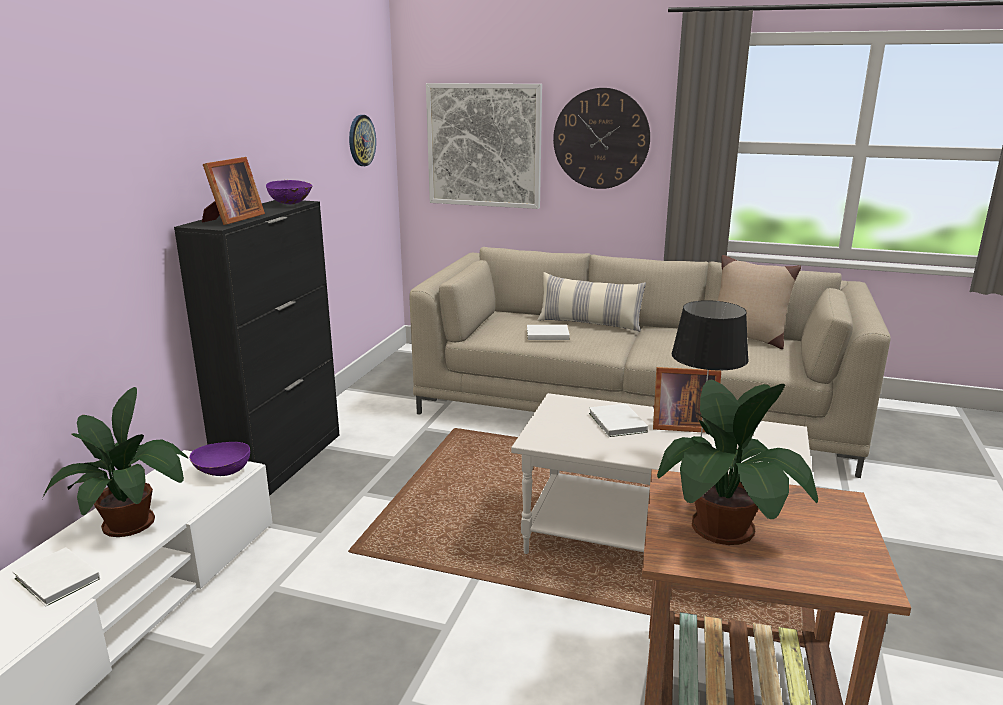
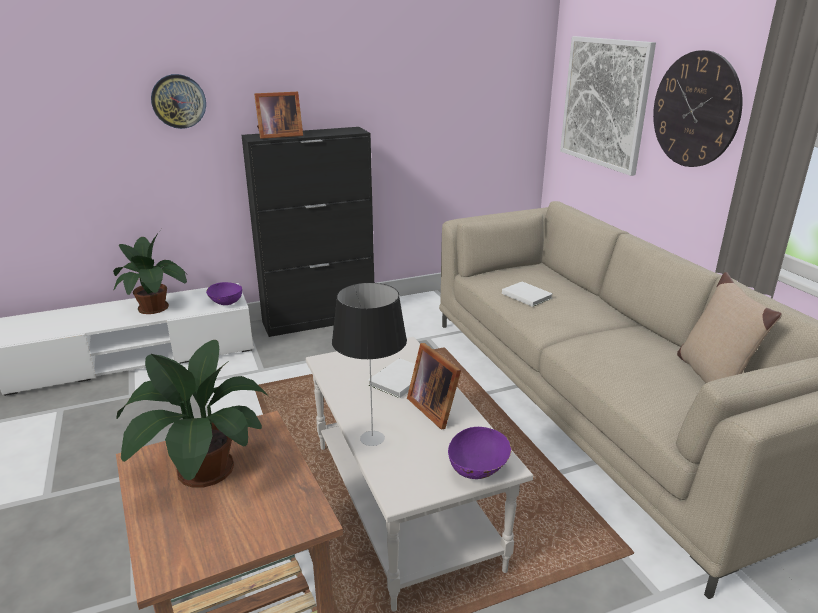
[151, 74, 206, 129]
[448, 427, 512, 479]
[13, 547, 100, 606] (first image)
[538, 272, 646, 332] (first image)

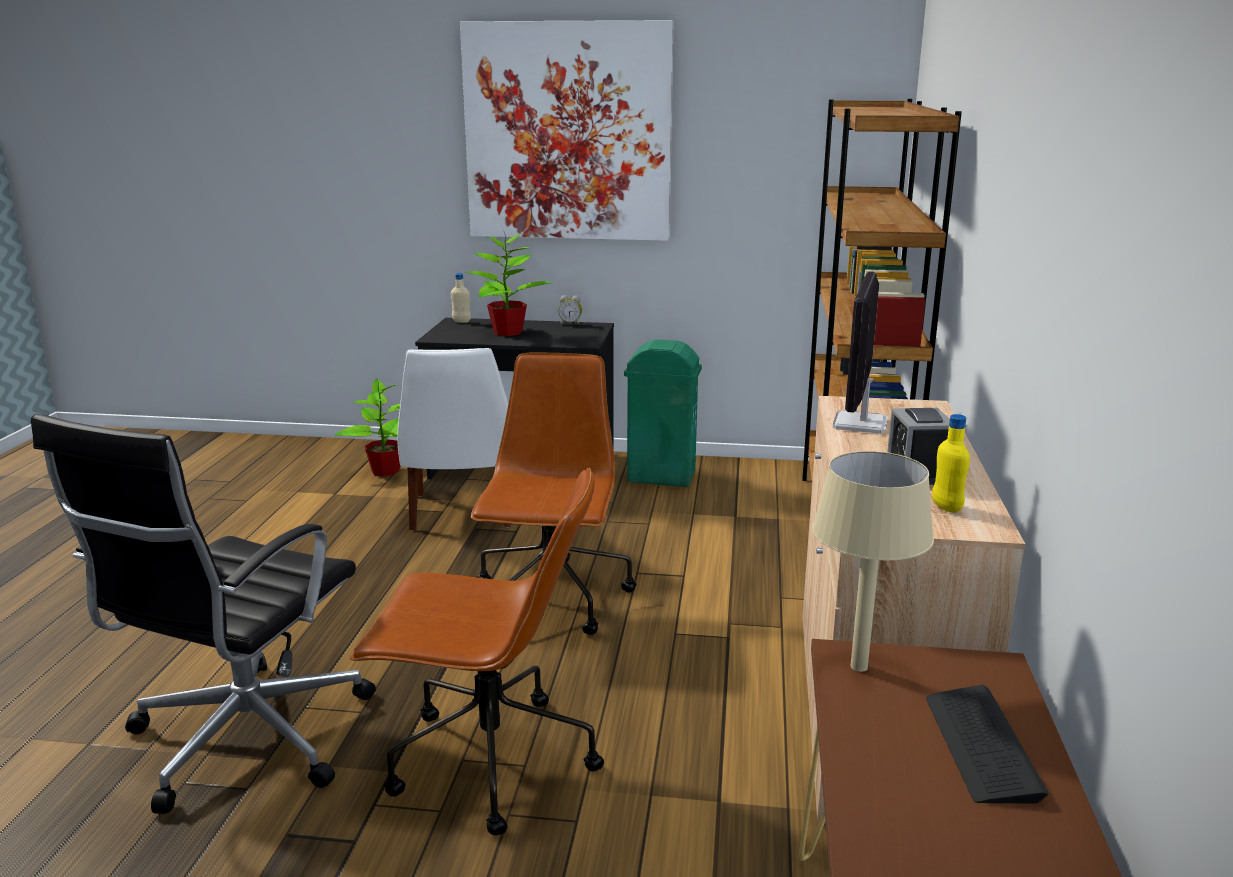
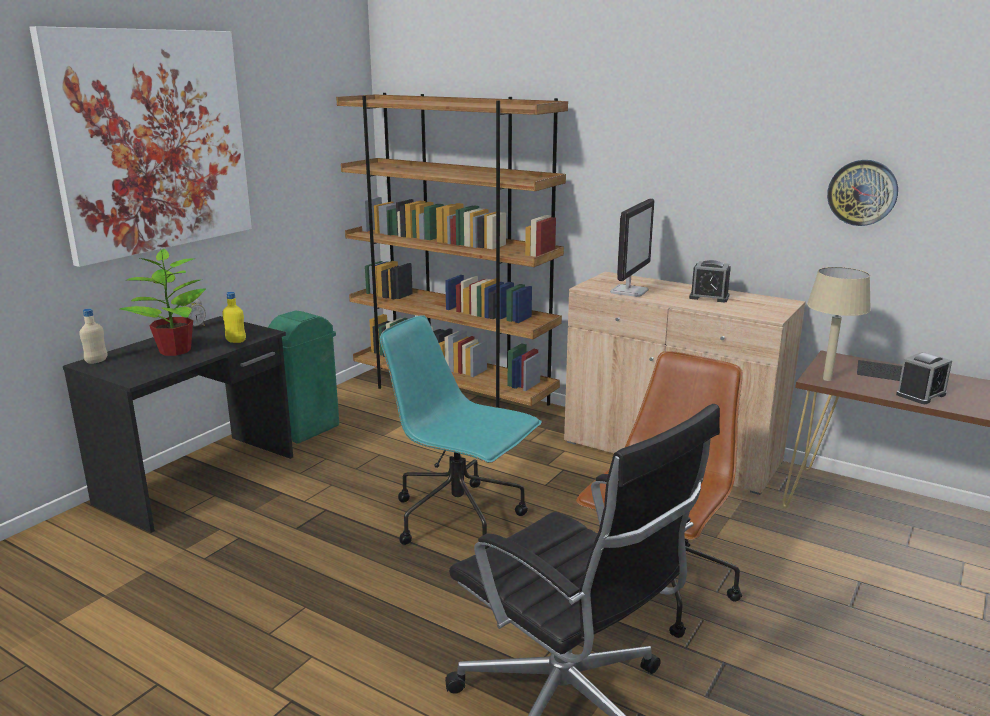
[222, 292, 246, 343]
[380, 315, 542, 549]
[610, 198, 655, 297]
[827, 160, 898, 226]
[896, 352, 952, 404]
[335, 379, 400, 477] (first image)
[397, 348, 510, 531] (first image)

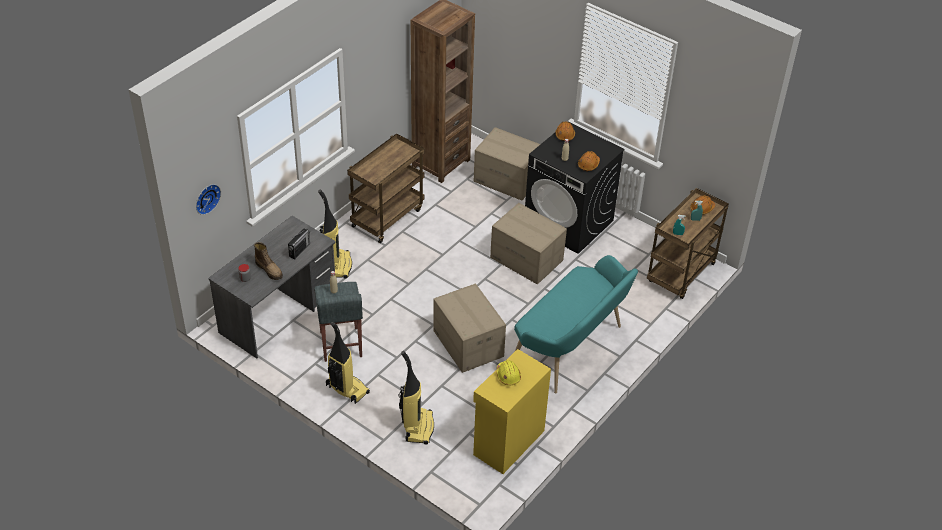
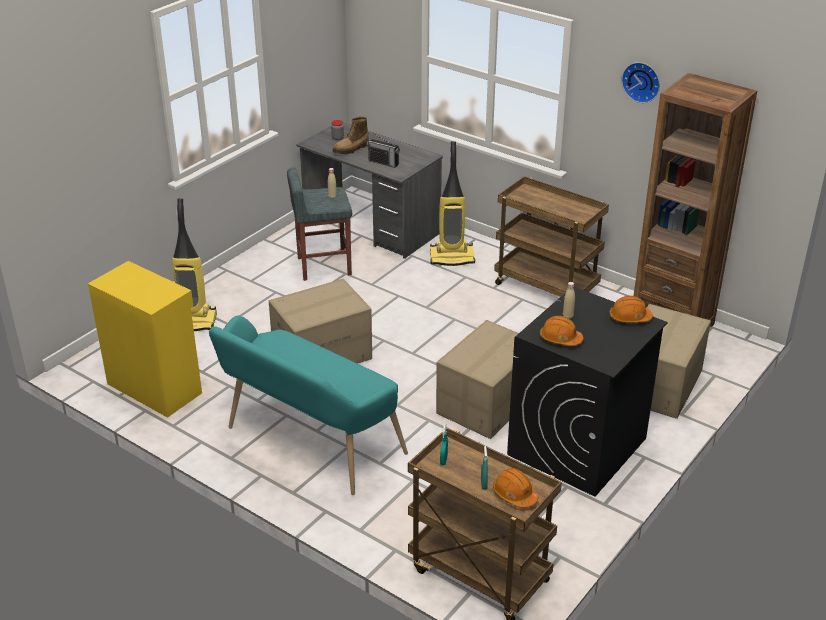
[622, 62, 660, 103]
[326, 322, 370, 404] (first image)
[497, 360, 521, 386] (first image)

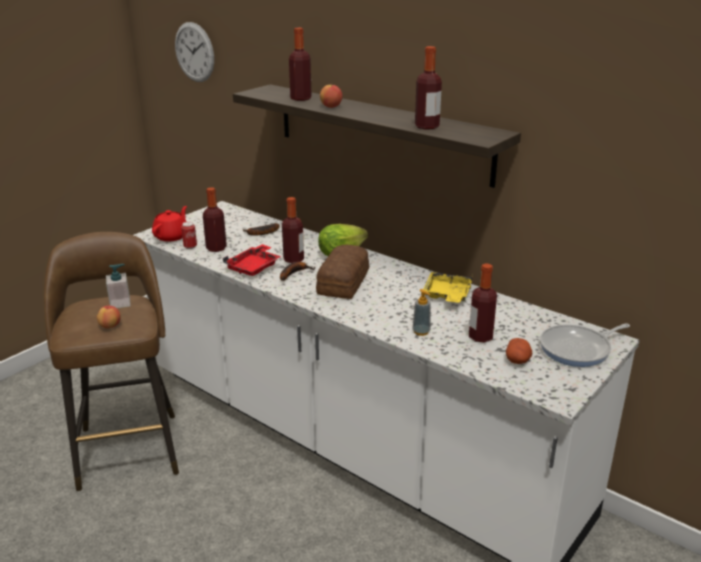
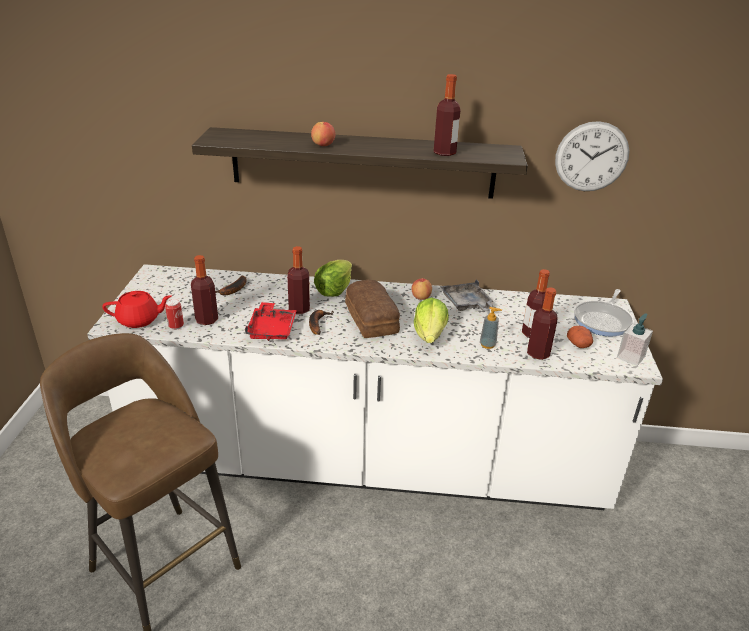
[102, 291, 171, 328]
[411, 279, 432, 300]
[414, 297, 449, 343]
[440, 279, 494, 311]
[527, 287, 557, 360]
[555, 121, 630, 191]
[617, 313, 653, 366]

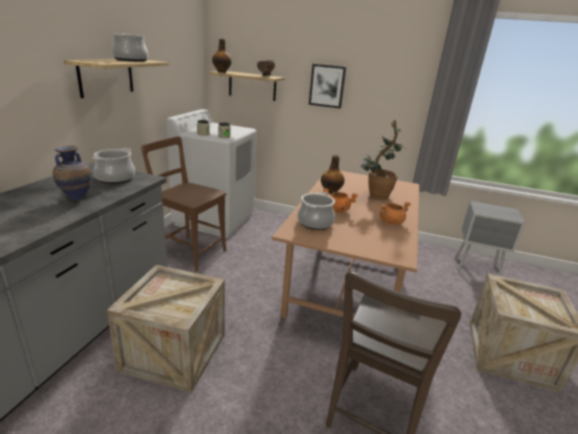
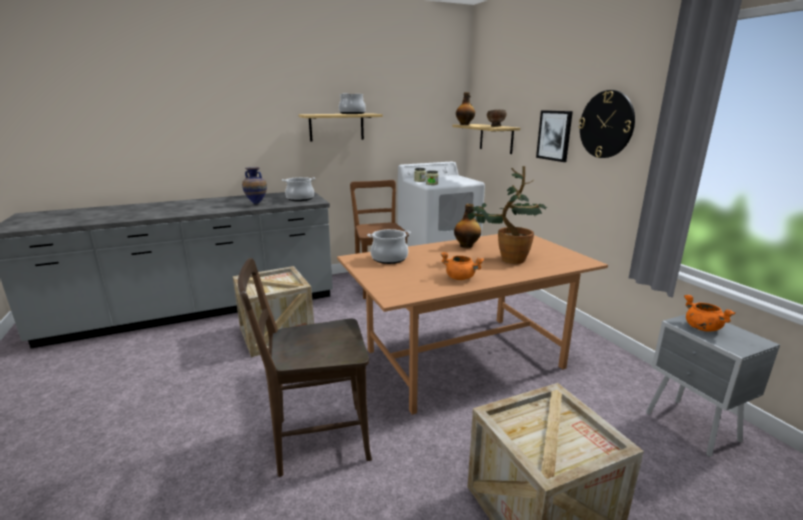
[579, 90, 635, 158]
[684, 295, 736, 331]

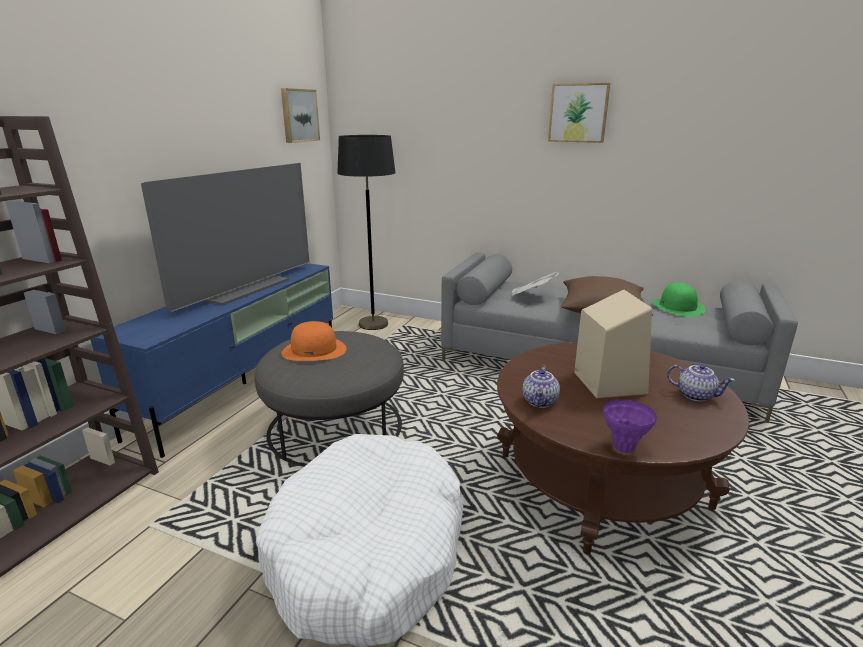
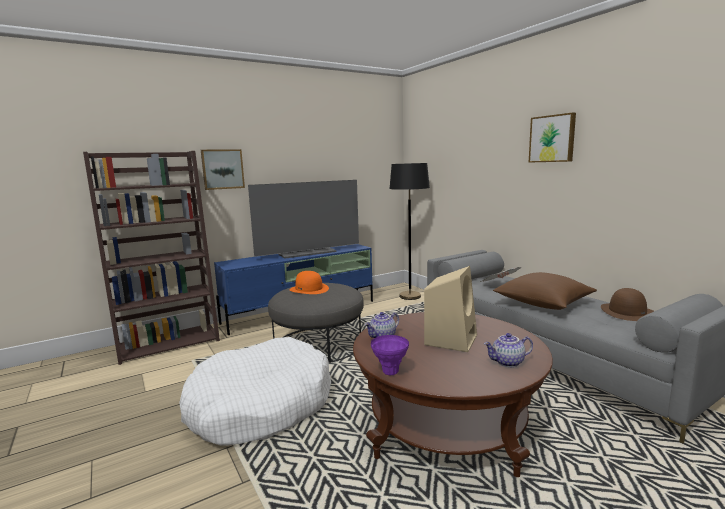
[201, 149, 245, 190]
[484, 333, 533, 367]
[601, 288, 654, 321]

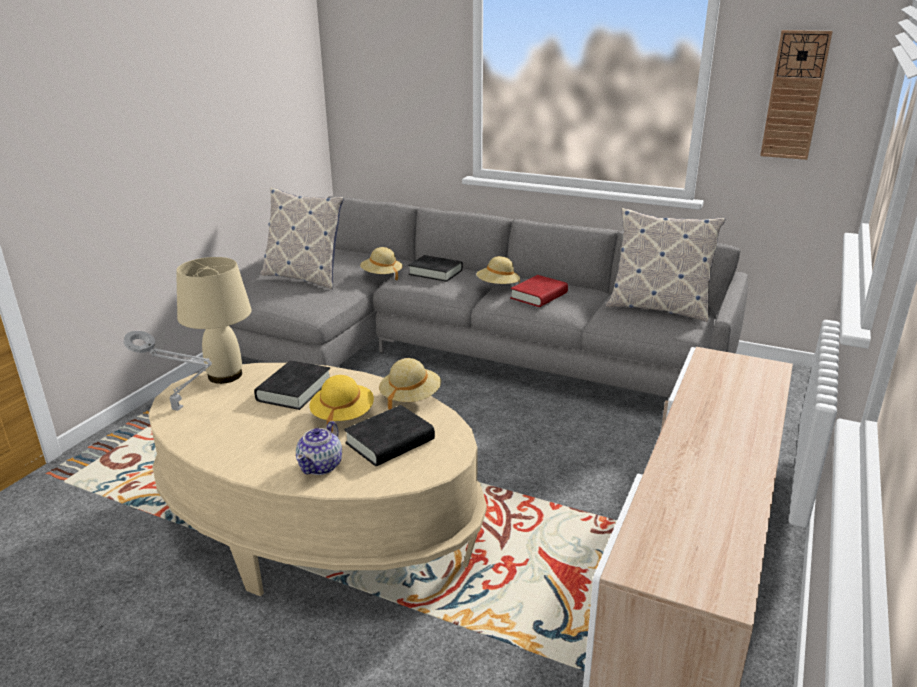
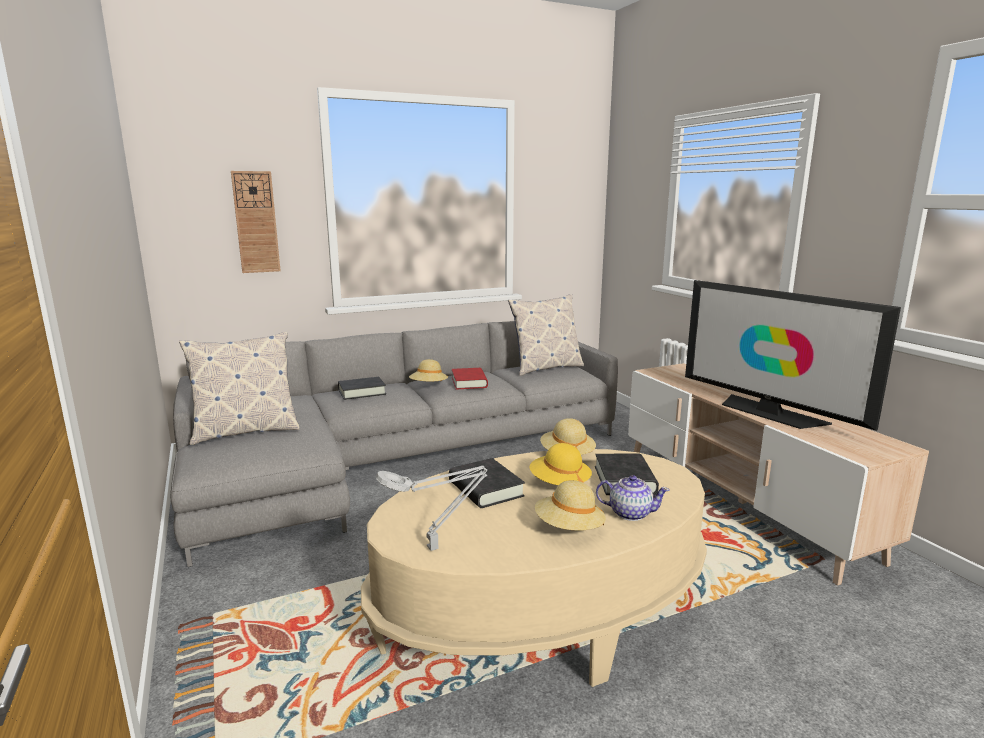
[231, 171, 281, 273]
[535, 480, 606, 531]
[596, 475, 670, 521]
[685, 280, 901, 431]
[176, 257, 252, 384] (first image)

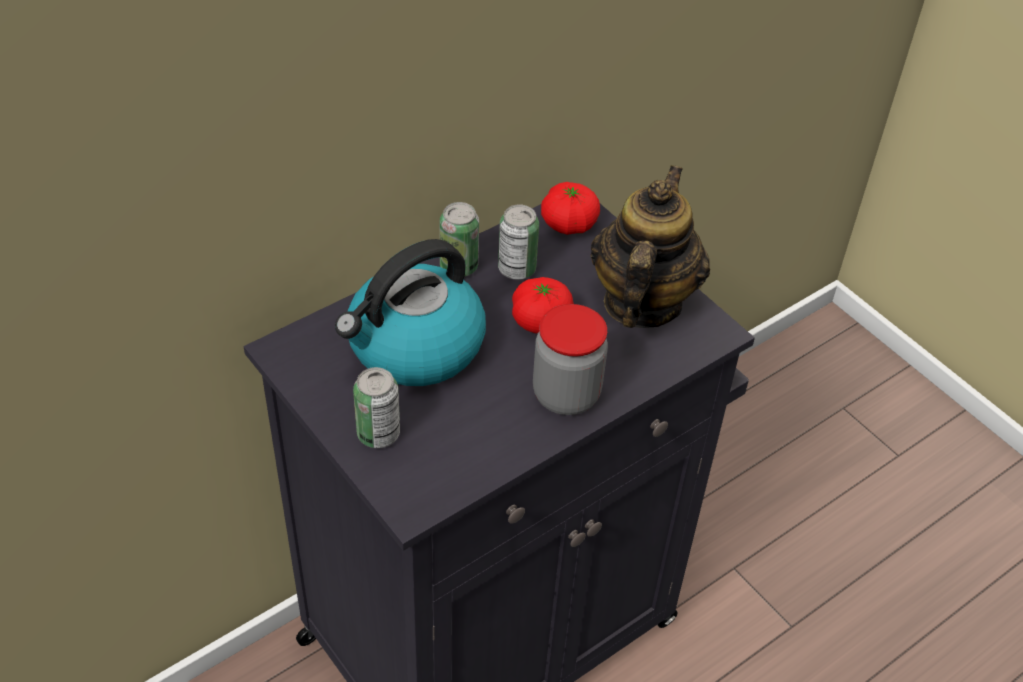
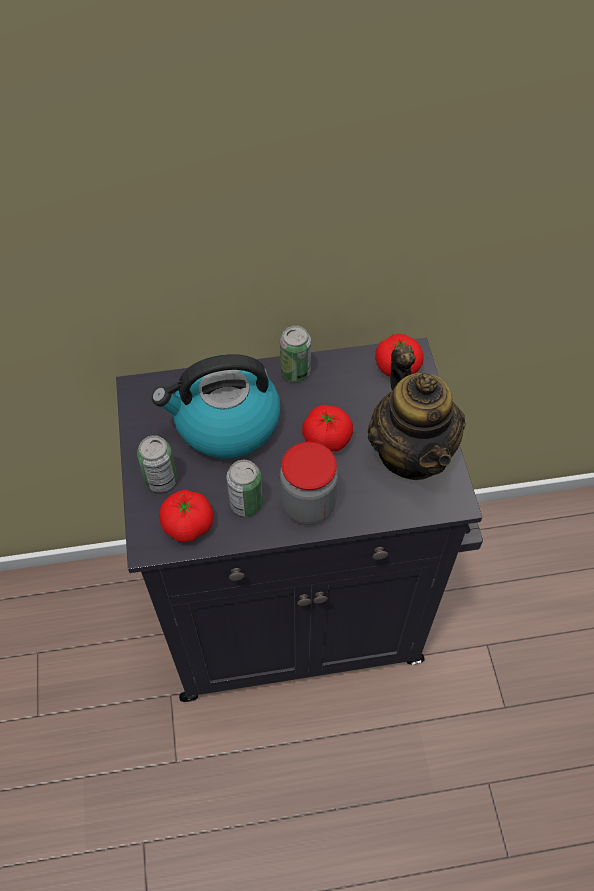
[159, 490, 214, 542]
[226, 460, 263, 517]
[368, 345, 466, 480]

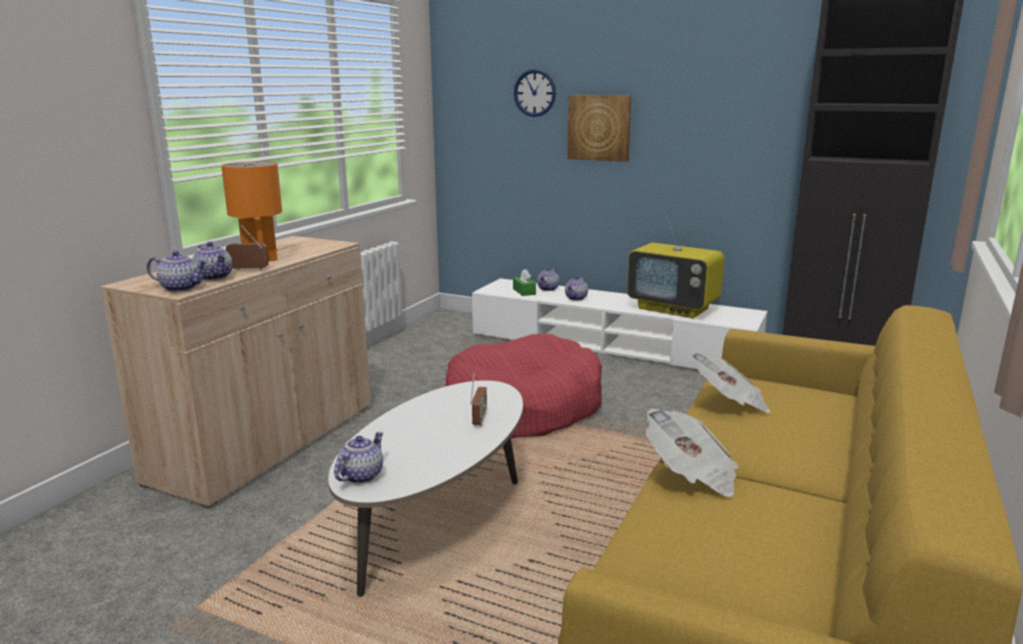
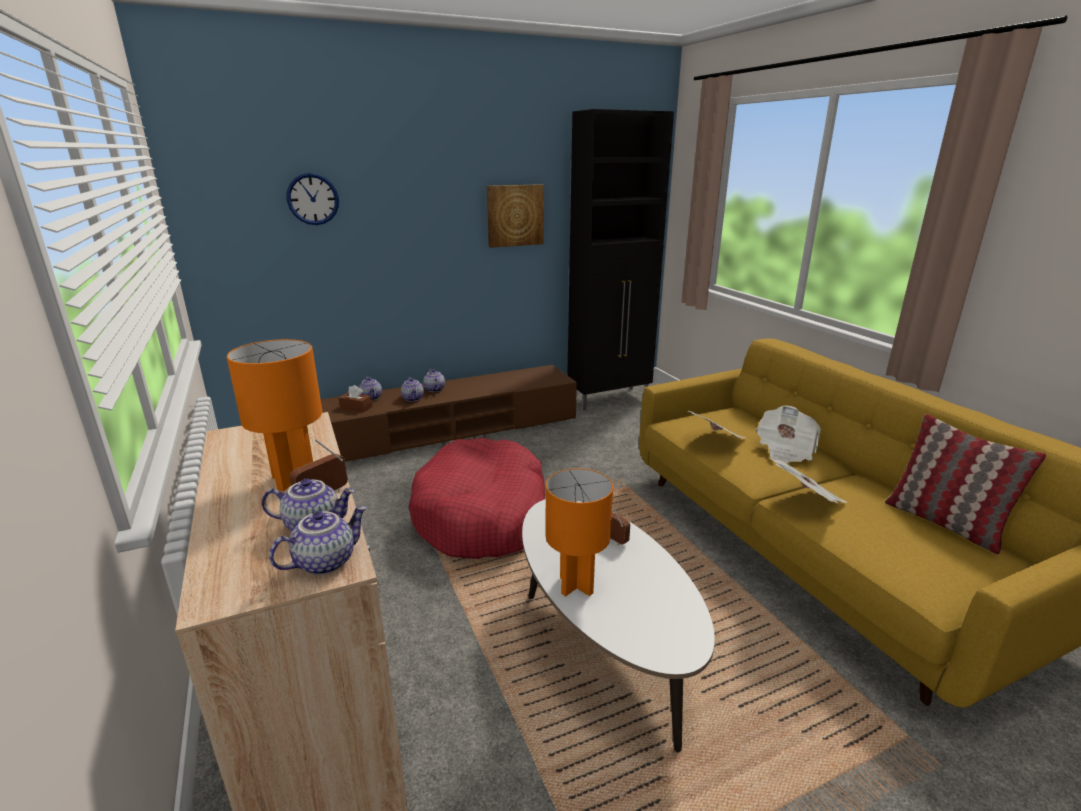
[321, 365, 577, 462]
[339, 385, 372, 413]
[423, 369, 445, 392]
[487, 184, 544, 248]
[546, 468, 613, 596]
[756, 405, 821, 463]
[885, 414, 1046, 554]
[627, 212, 724, 318] (first image)

